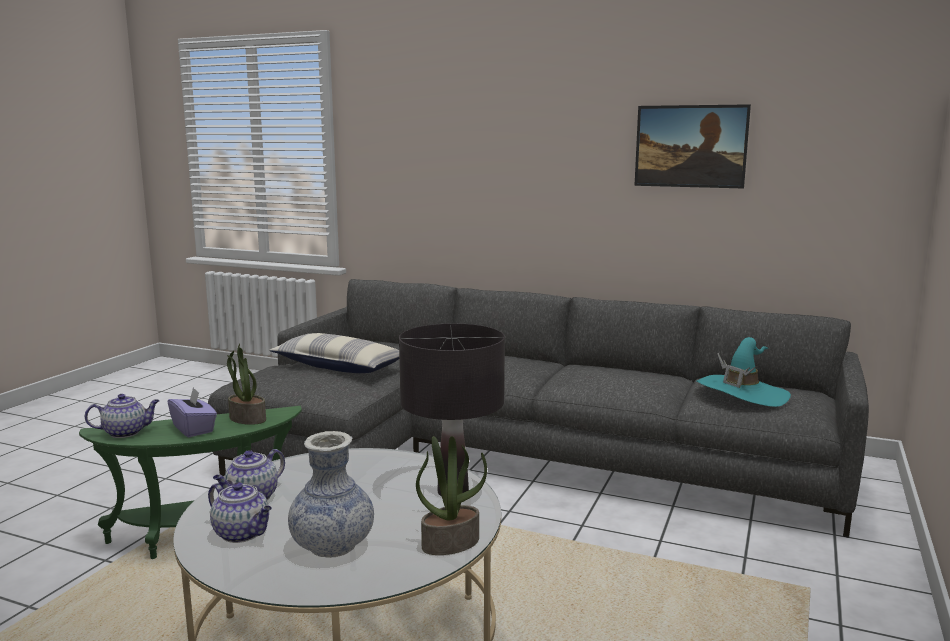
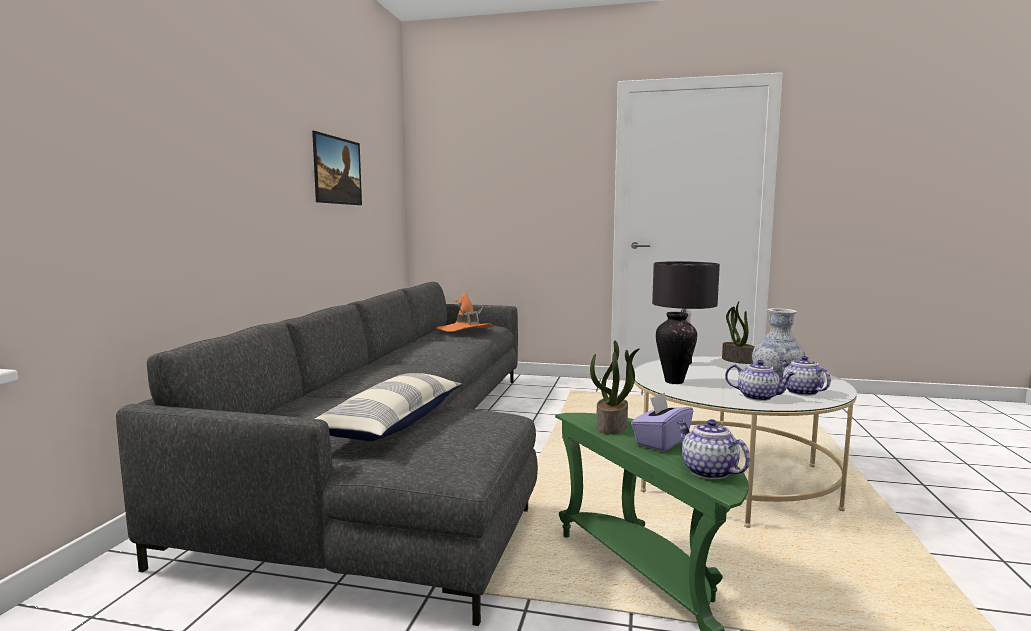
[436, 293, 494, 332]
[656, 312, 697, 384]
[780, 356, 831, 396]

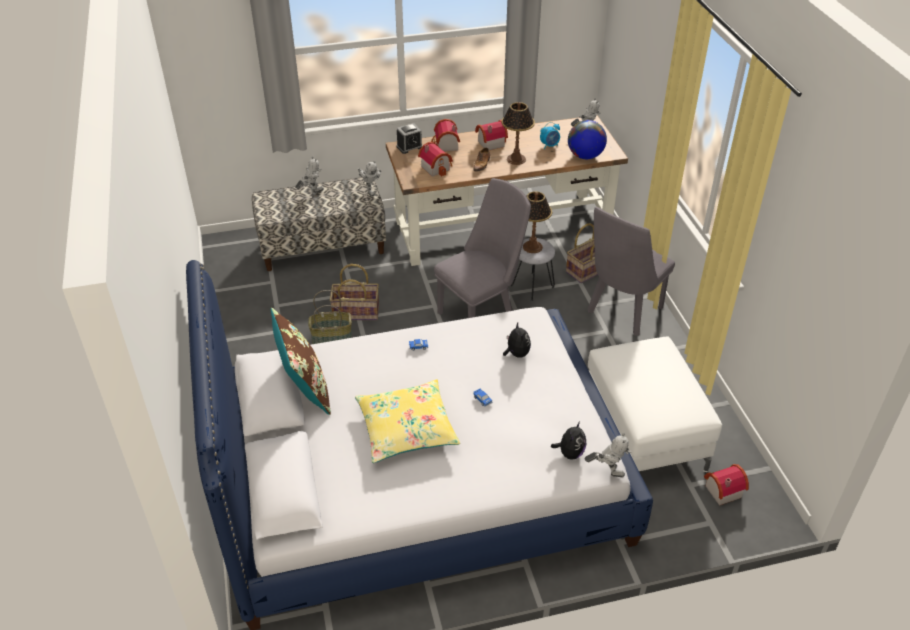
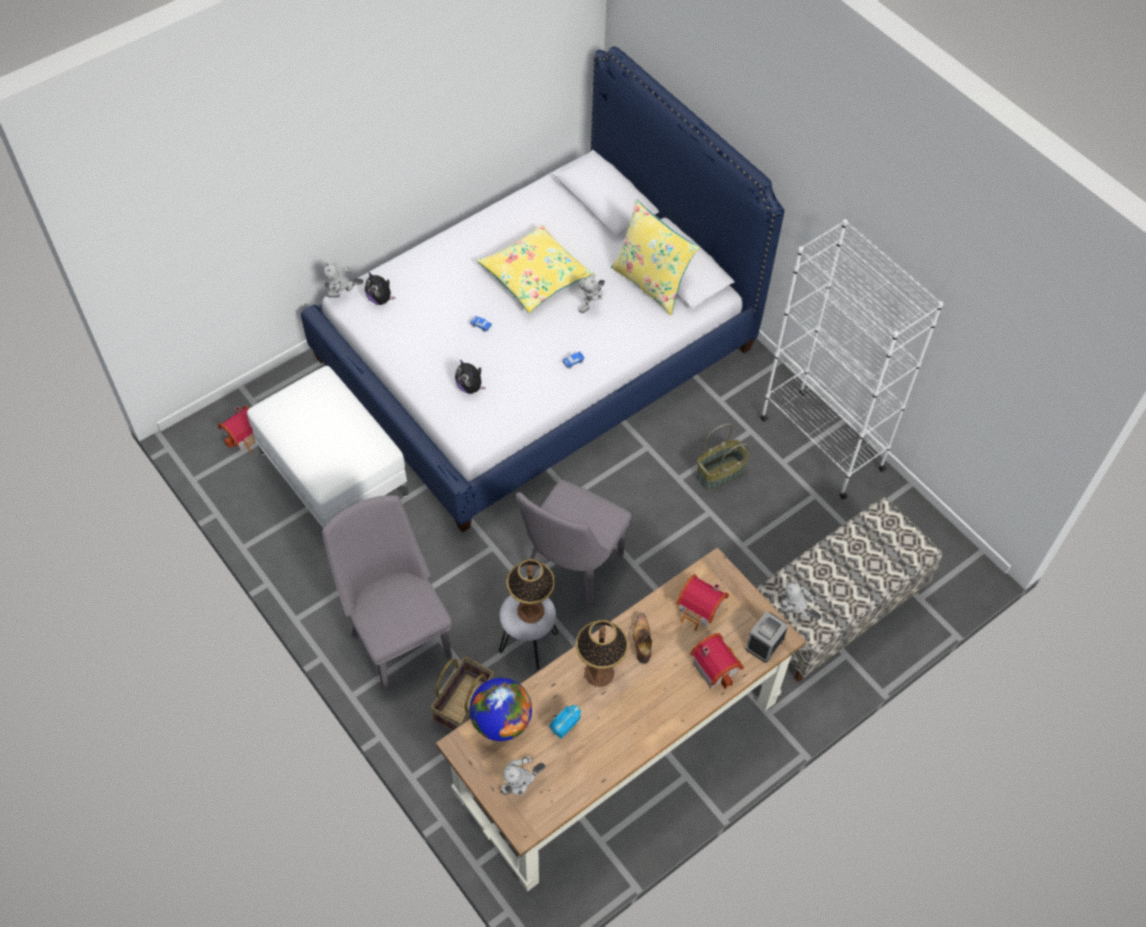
[322, 495, 452, 691]
[365, 271, 395, 305]
[579, 273, 605, 313]
[611, 199, 699, 315]
[761, 219, 943, 499]
[330, 264, 379, 320] (first image)
[475, 120, 508, 150] (first image)

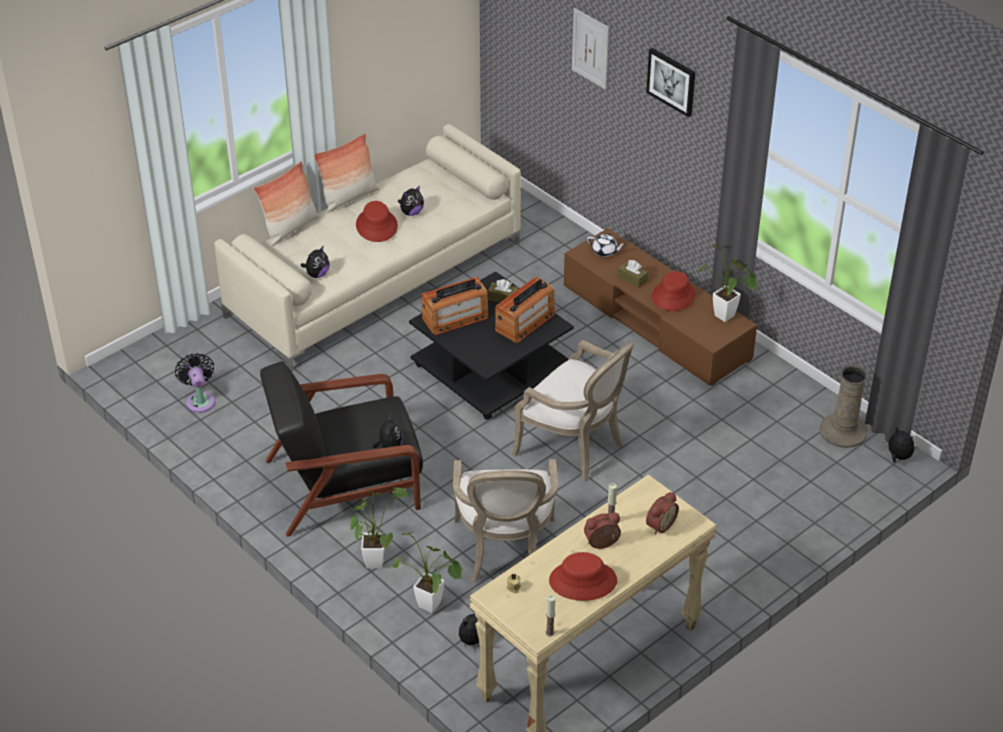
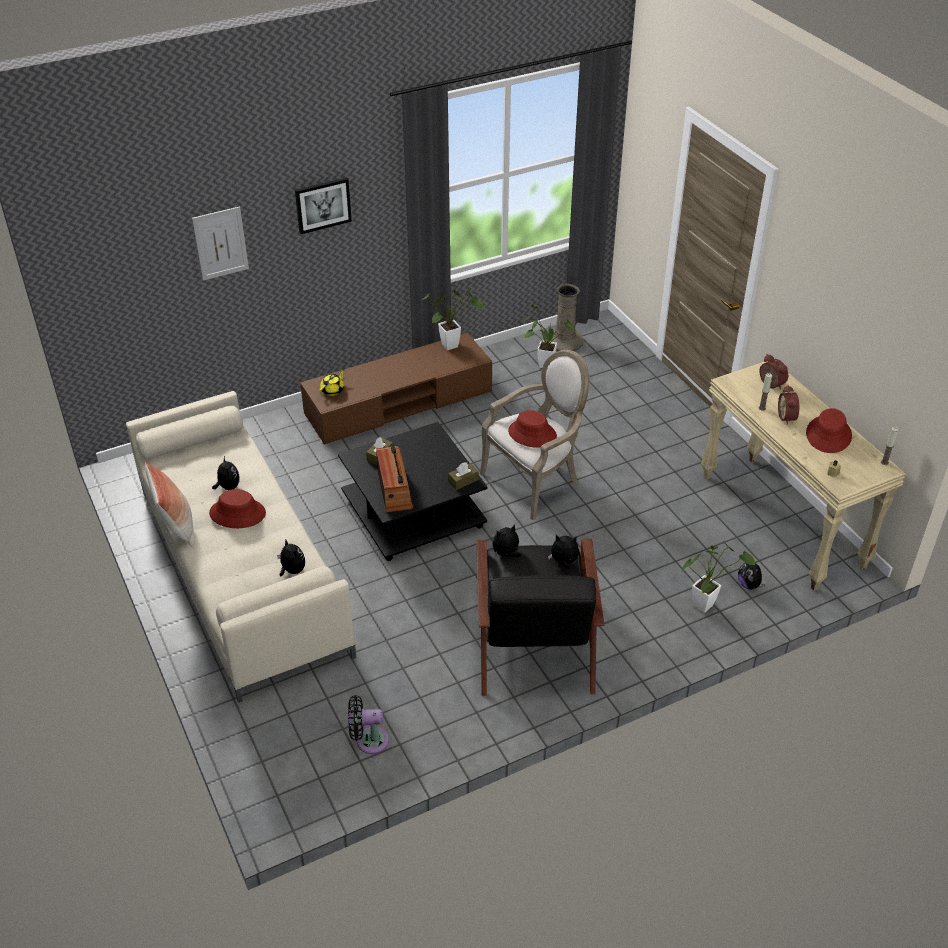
[319, 369, 345, 396]
[448, 462, 479, 490]
[492, 524, 521, 557]
[508, 410, 557, 448]
[523, 304, 573, 368]
[254, 161, 320, 246] (first image)
[453, 459, 559, 583] (first image)
[495, 276, 555, 343] (first image)

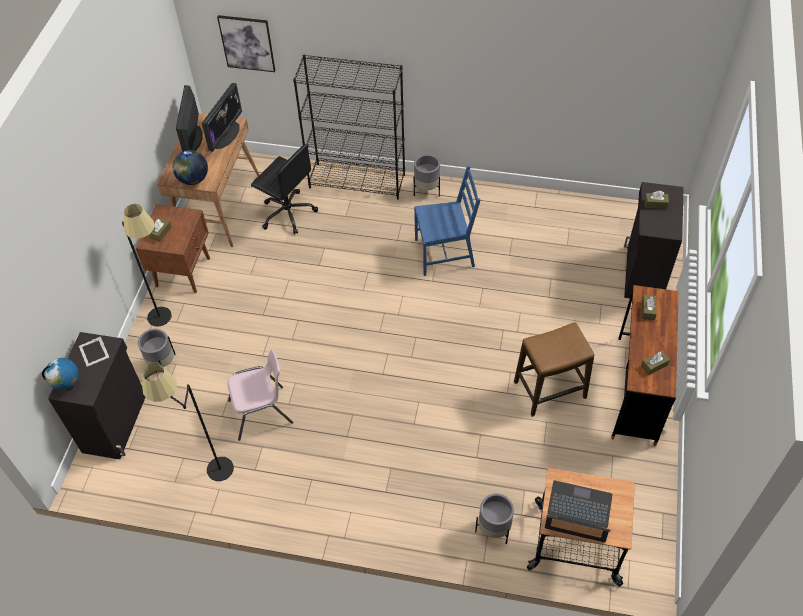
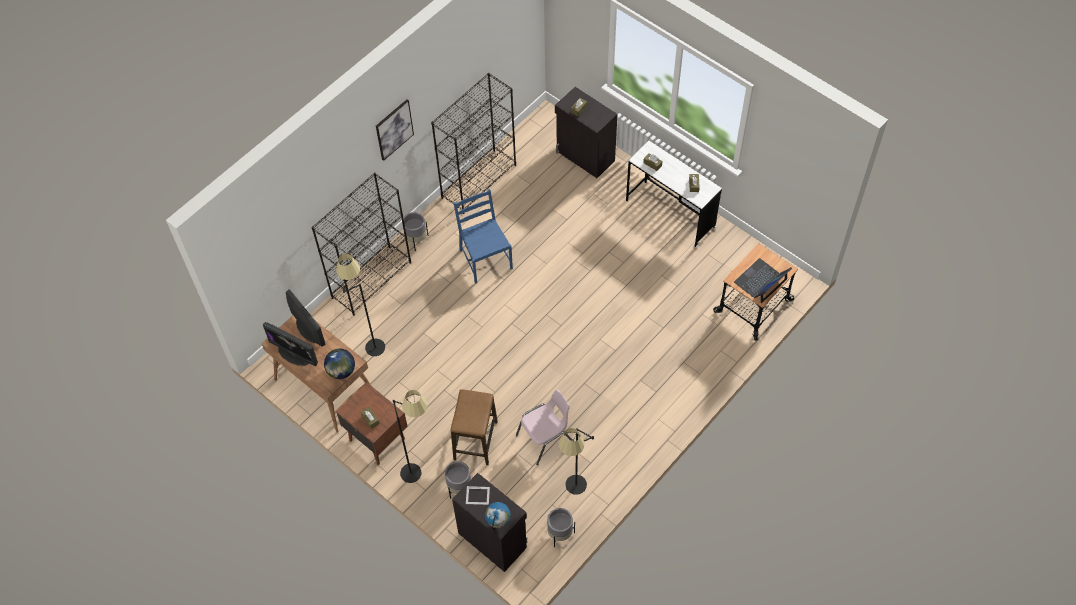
[336, 253, 385, 356]
[376, 99, 414, 161]
[431, 73, 516, 214]
[451, 389, 498, 465]
[453, 189, 513, 284]
[516, 389, 573, 465]
[547, 508, 575, 547]
[626, 141, 722, 248]

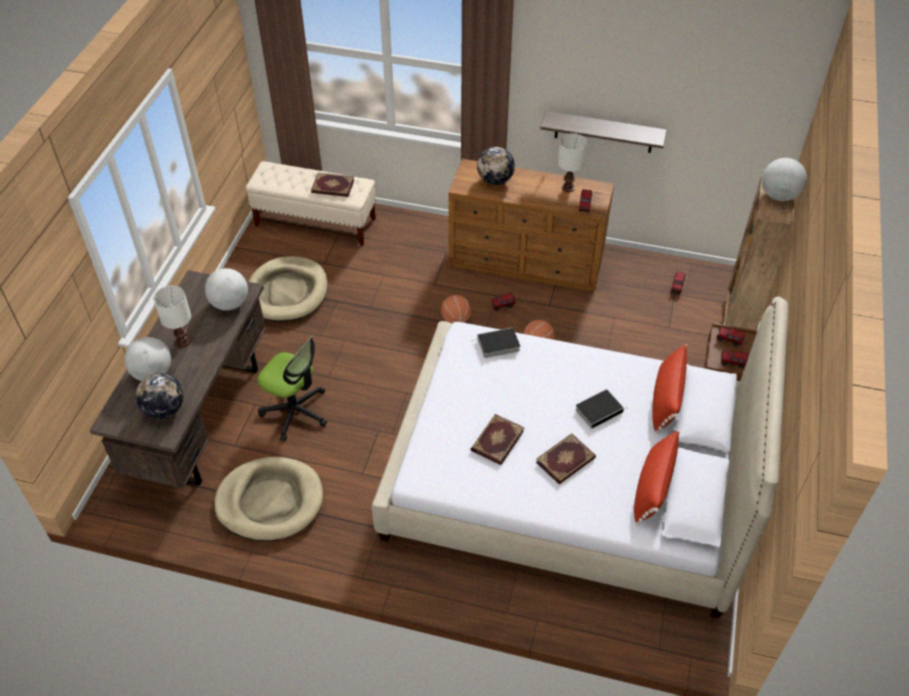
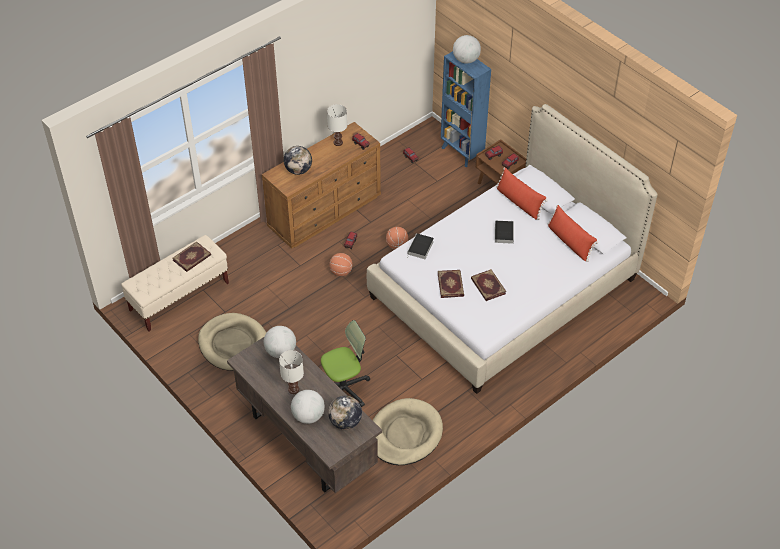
[438, 270, 464, 298]
[441, 51, 491, 167]
[540, 111, 667, 153] (first image)

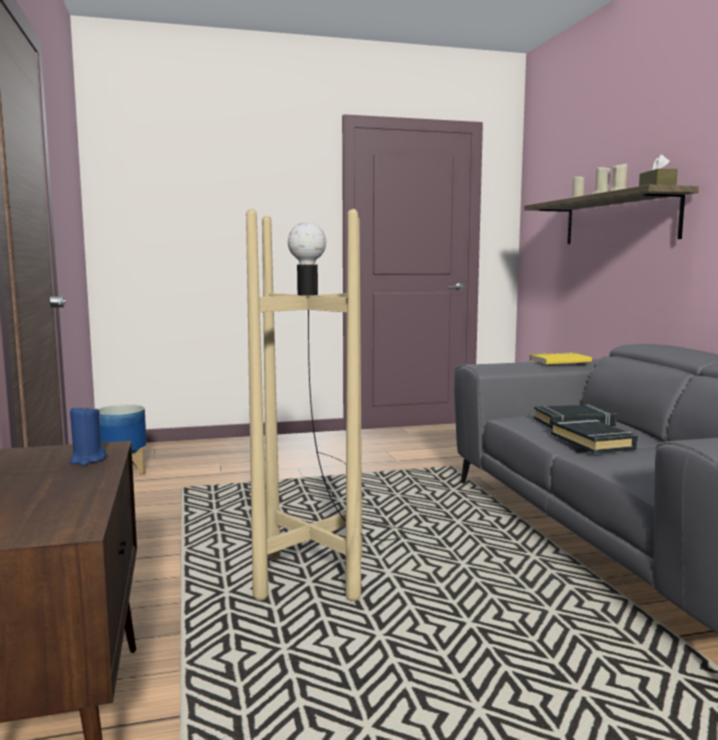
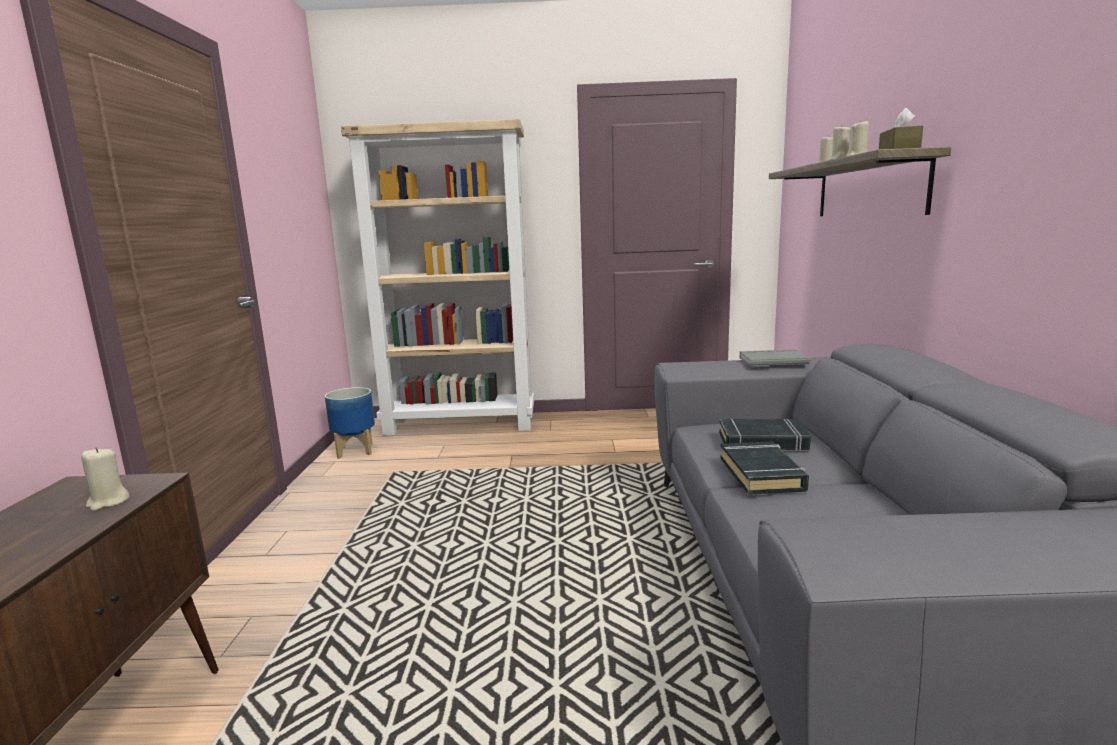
[81, 447, 130, 511]
[341, 119, 534, 436]
[739, 349, 810, 366]
[246, 209, 404, 601] (first image)

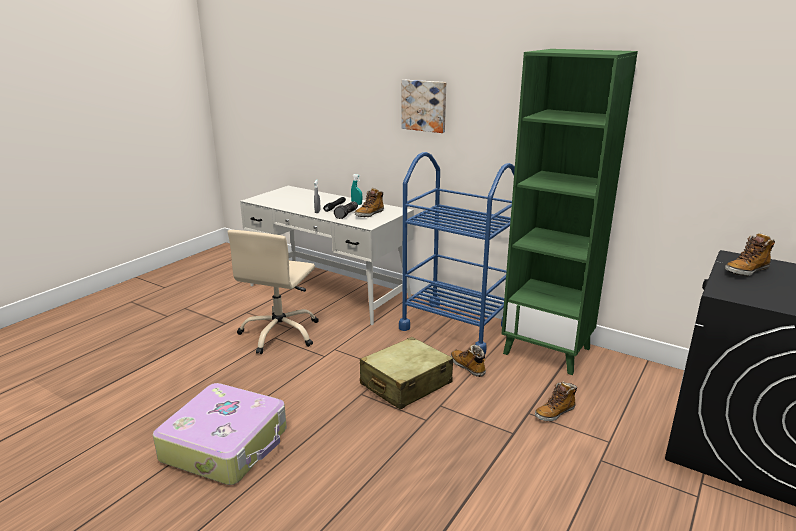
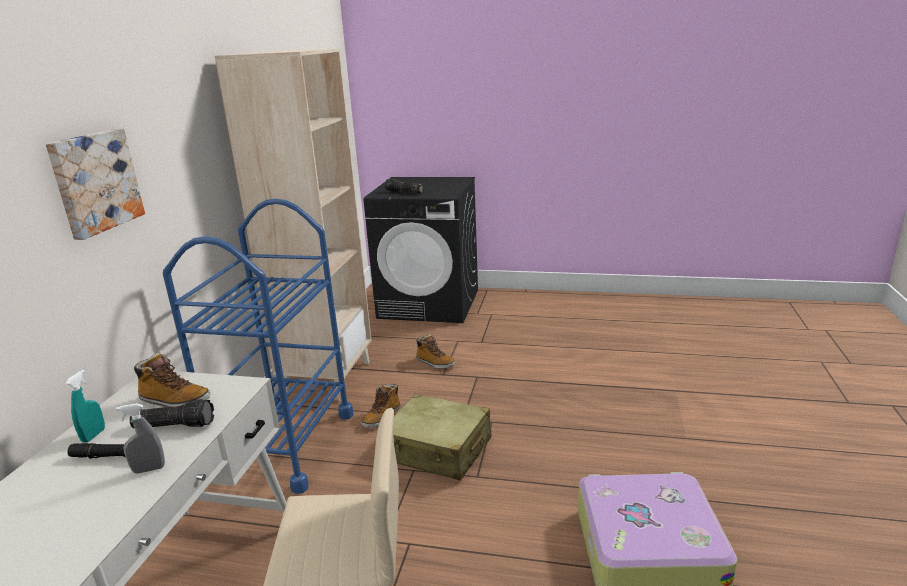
[215, 48, 372, 402]
[385, 178, 423, 193]

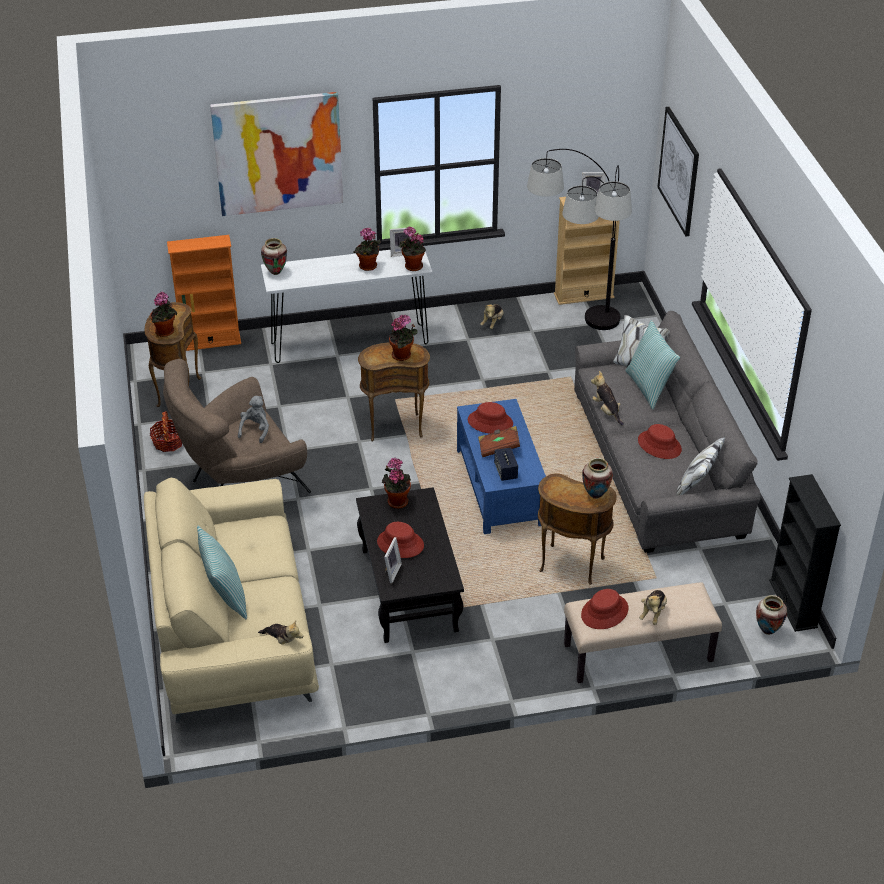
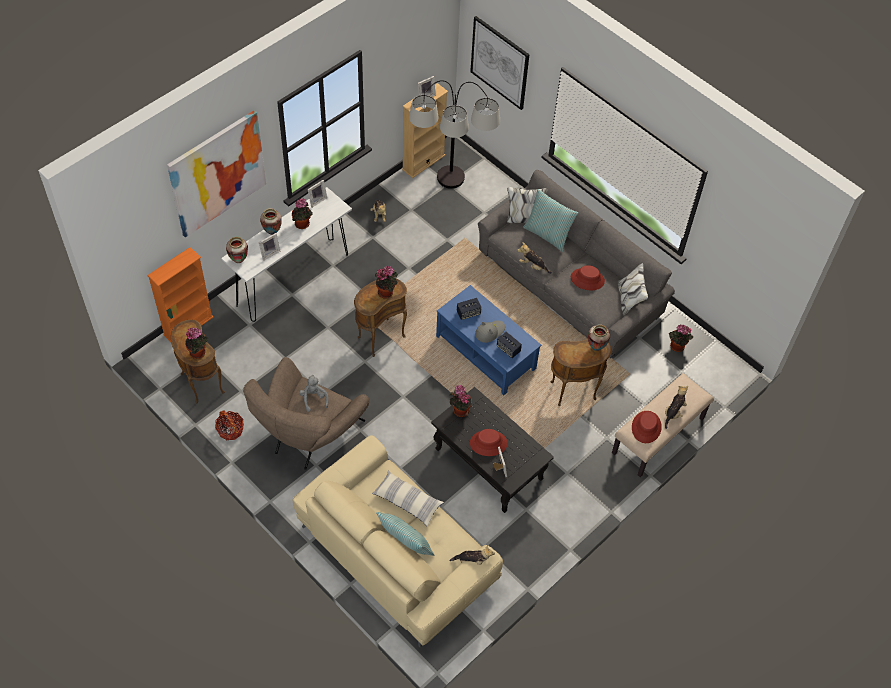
[259, 233, 280, 261]
[260, 208, 282, 235]
[372, 471, 444, 526]
[457, 298, 481, 320]
[475, 320, 505, 343]
[665, 386, 688, 429]
[669, 325, 693, 352]
[769, 474, 841, 632] (first image)

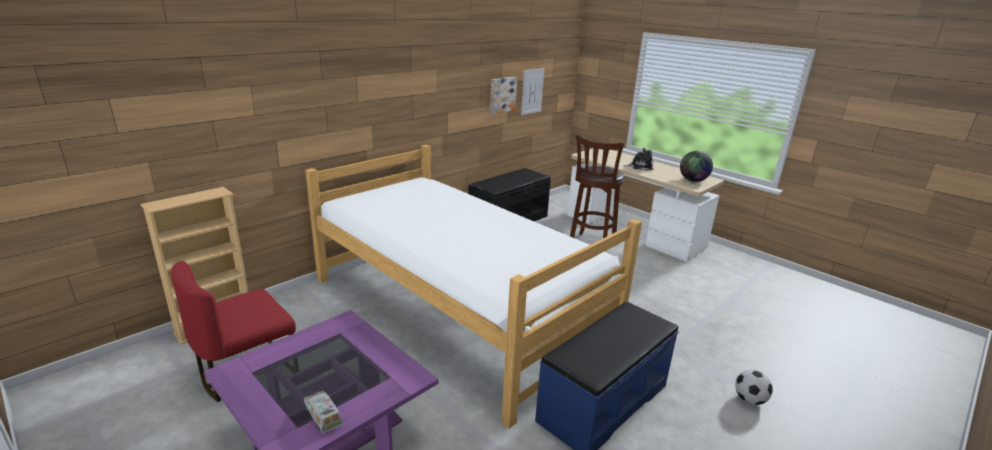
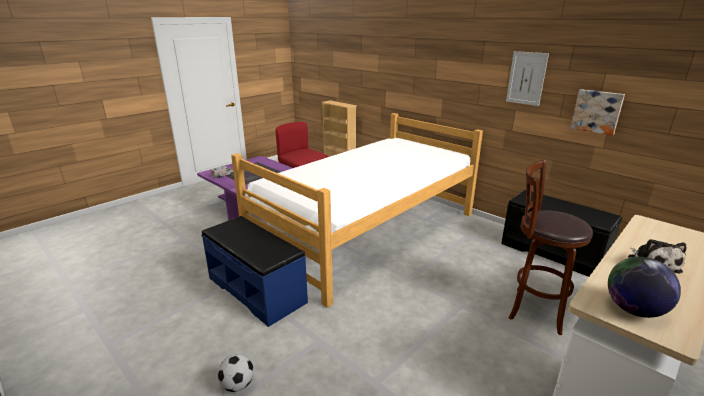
[506, 51, 549, 106]

